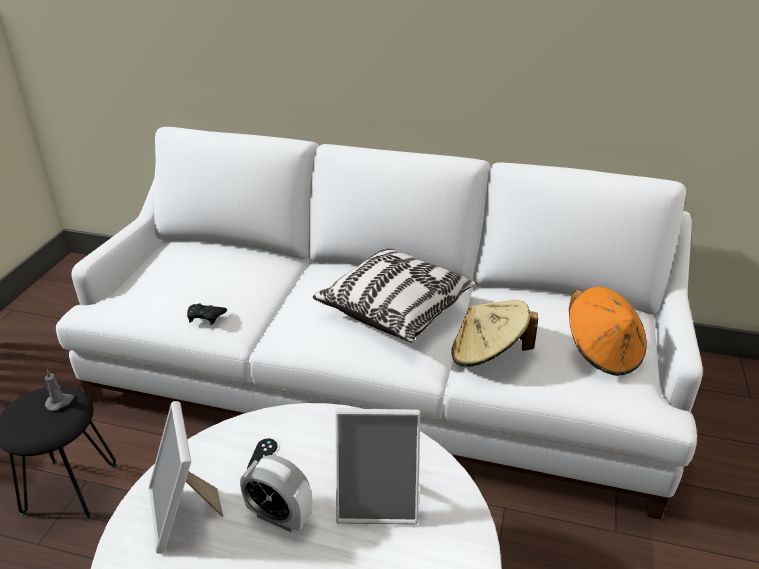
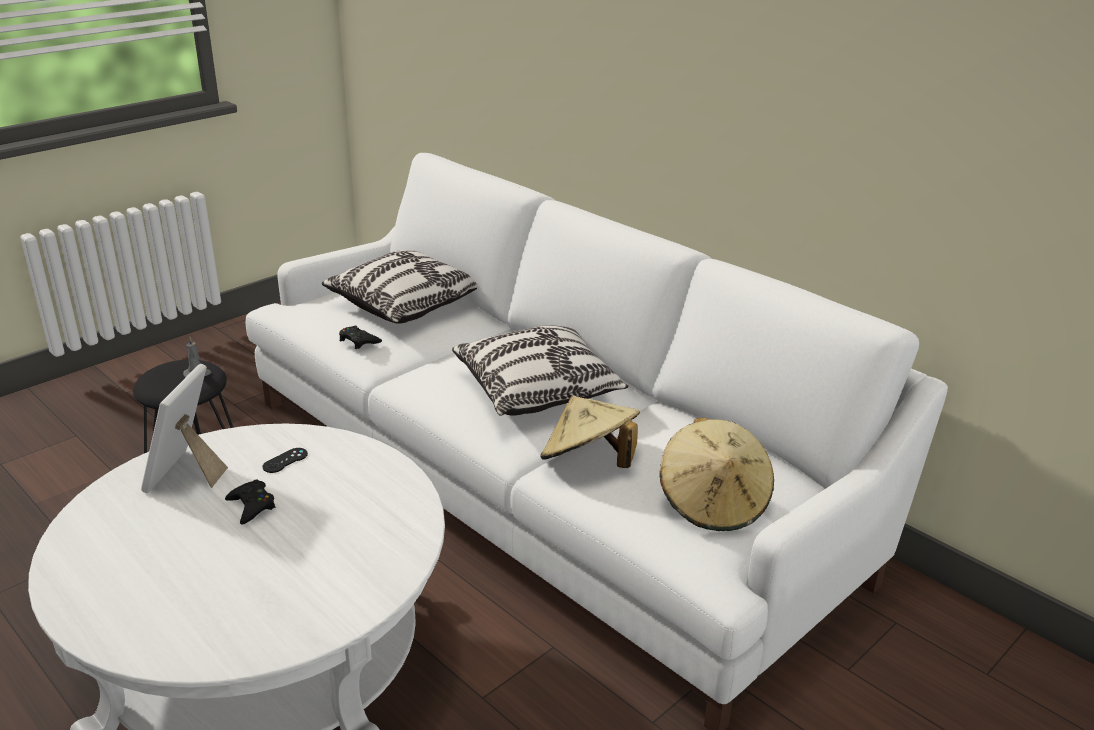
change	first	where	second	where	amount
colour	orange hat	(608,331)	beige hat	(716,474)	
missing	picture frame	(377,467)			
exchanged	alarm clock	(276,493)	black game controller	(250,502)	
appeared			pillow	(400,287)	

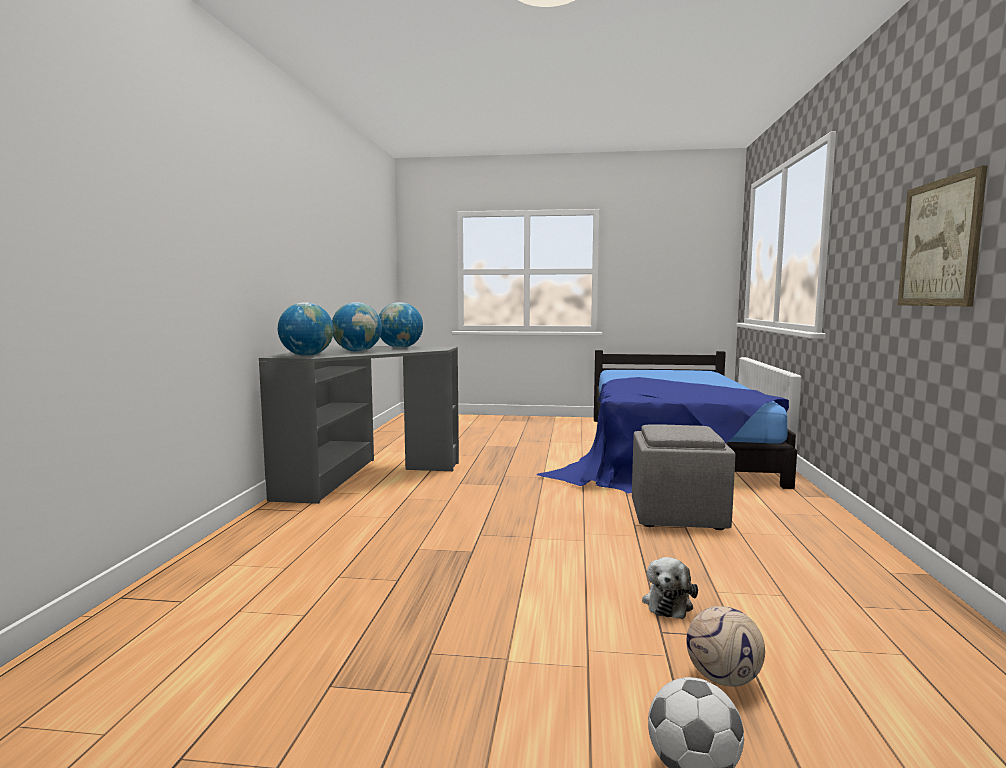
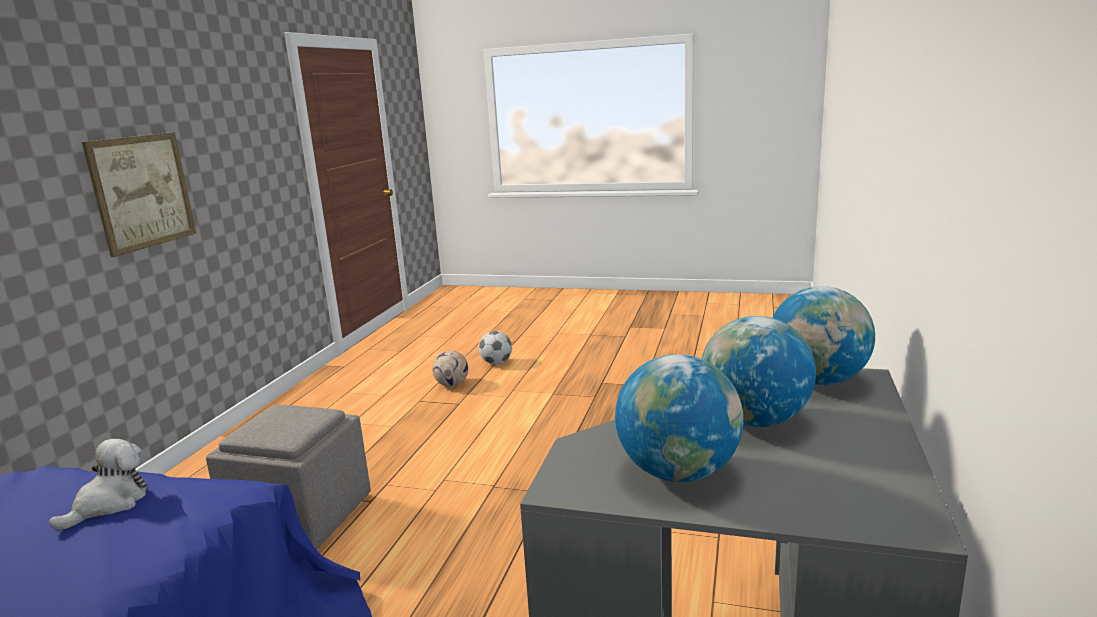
change	first	where	second	where	amount
relocated	plush toy	(670,588)		(98,484)	

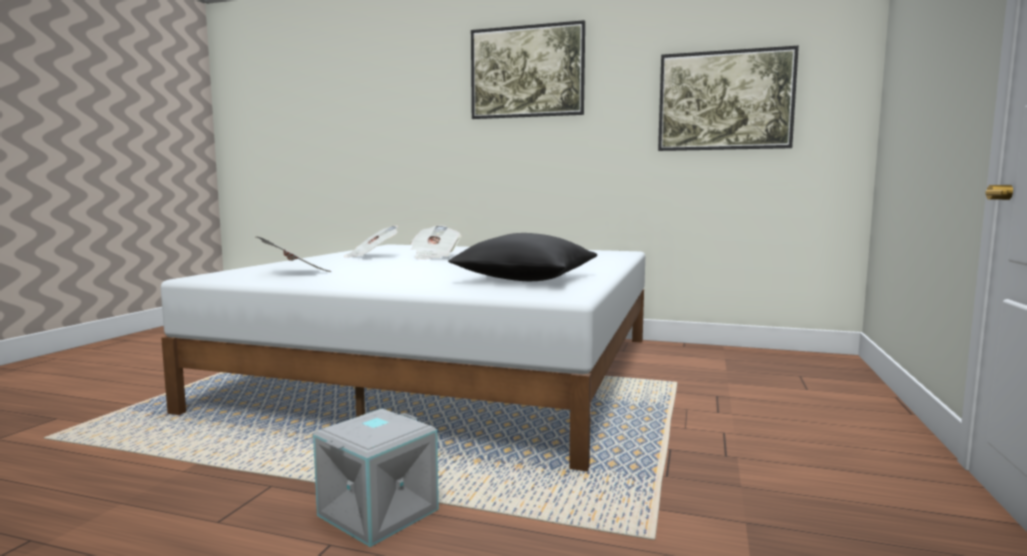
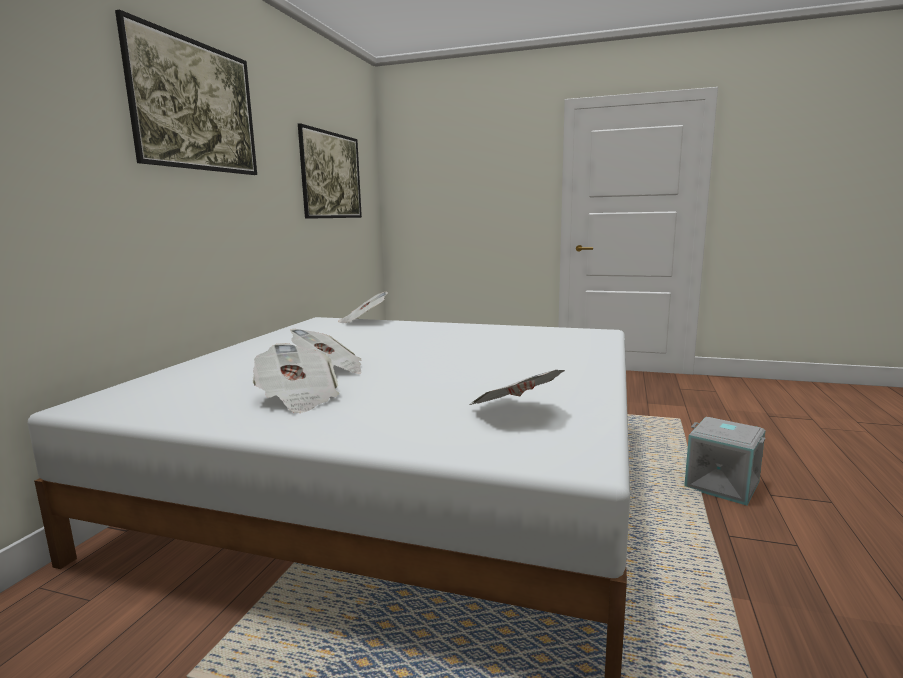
change	first	where	second	where	amount
missing	black pillow	(522,257)			
appeared			newspaper	(363,307)	

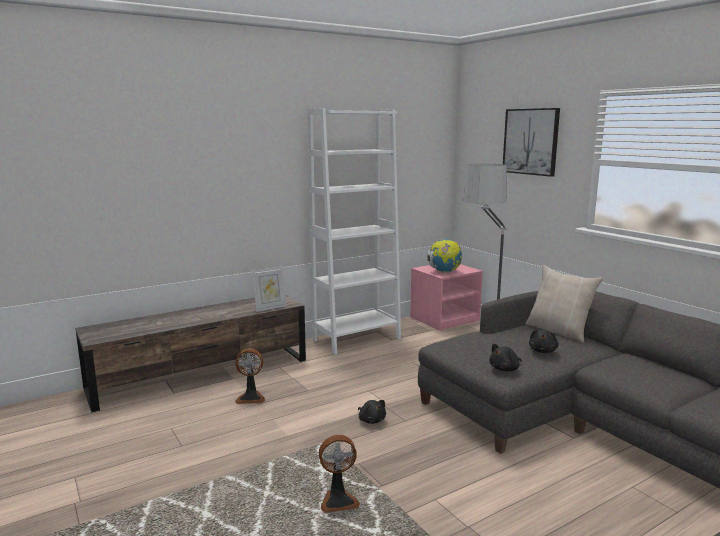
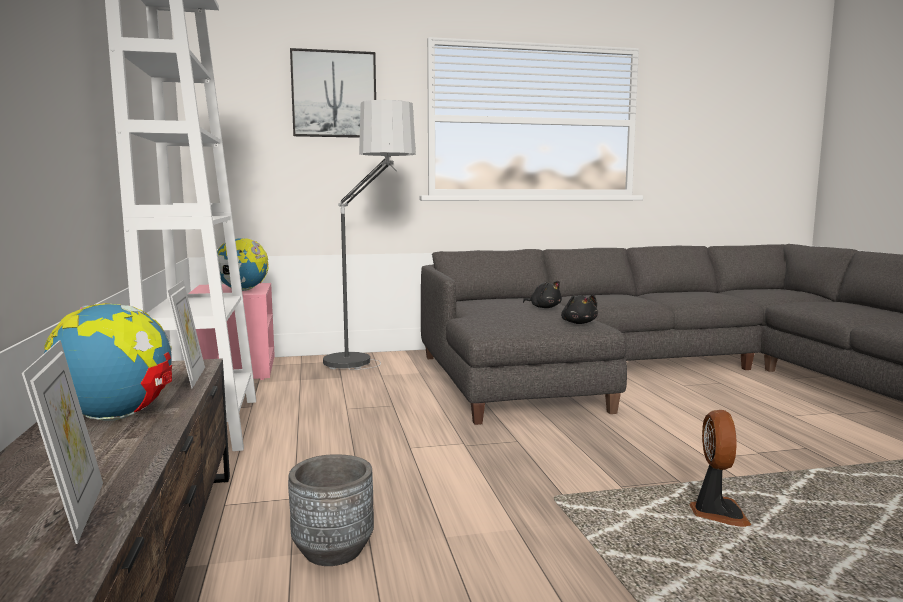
change	first	where	second	where	amount
missing	beige pillow	(564,304)			
exchanged	fan	(250,376)	grey planter	(331,510)	
missing	black plush toy	(372,412)			
appeared			globe	(108,362)	
appeared			picture frame	(62,442)	

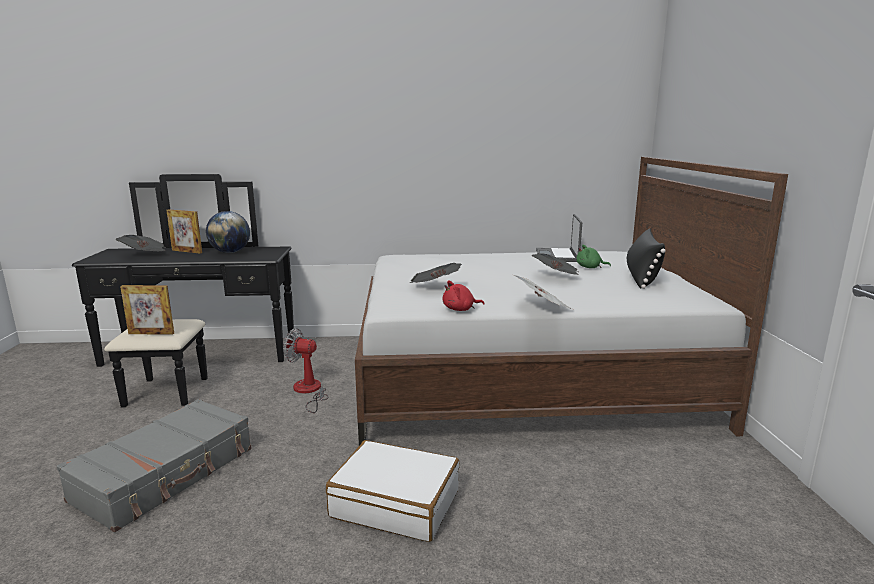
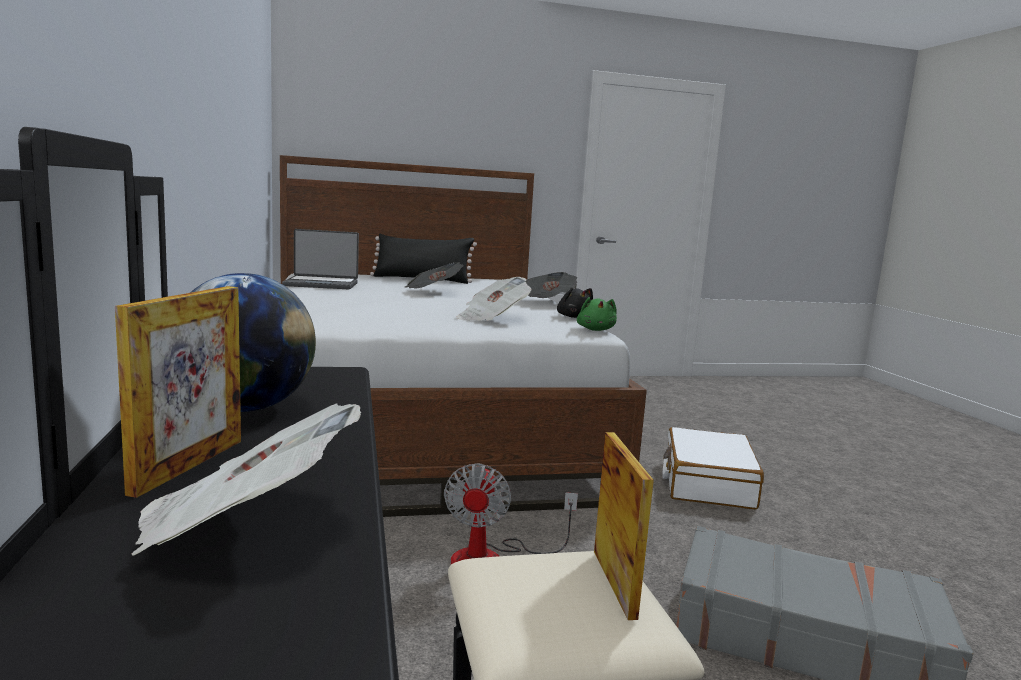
change	first	where	second	where	amount
relocated	green plush toy	(593,256)		(597,314)	
colour	red plush toy	(463,296)	black plush toy	(575,303)	

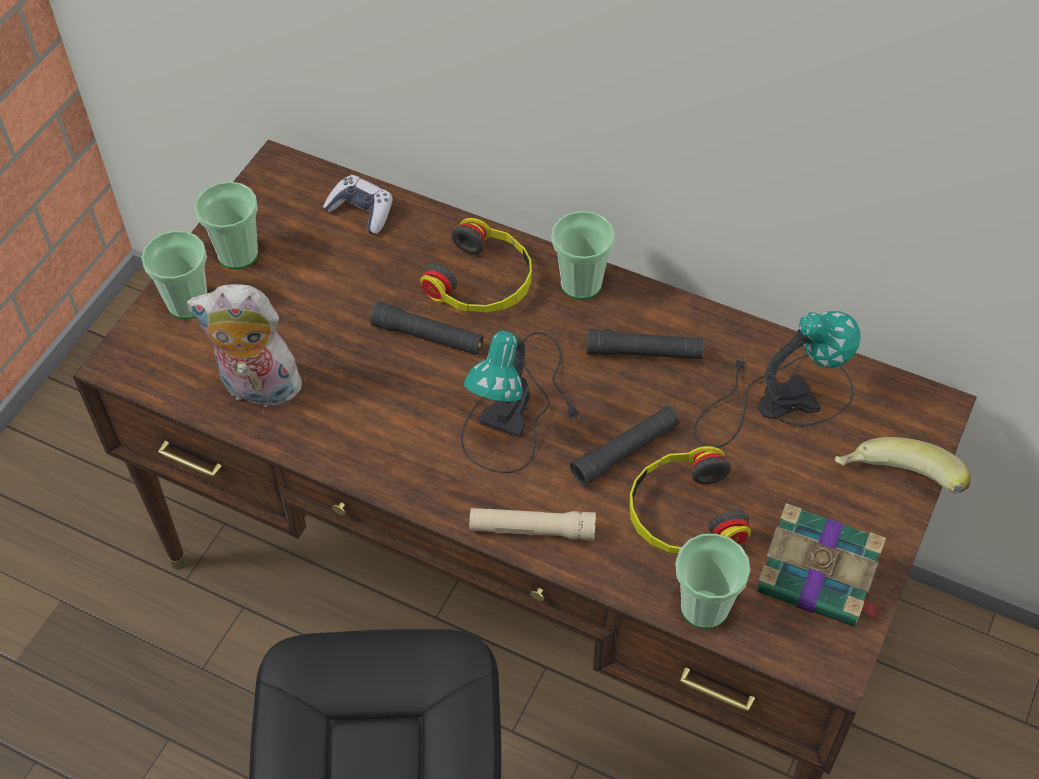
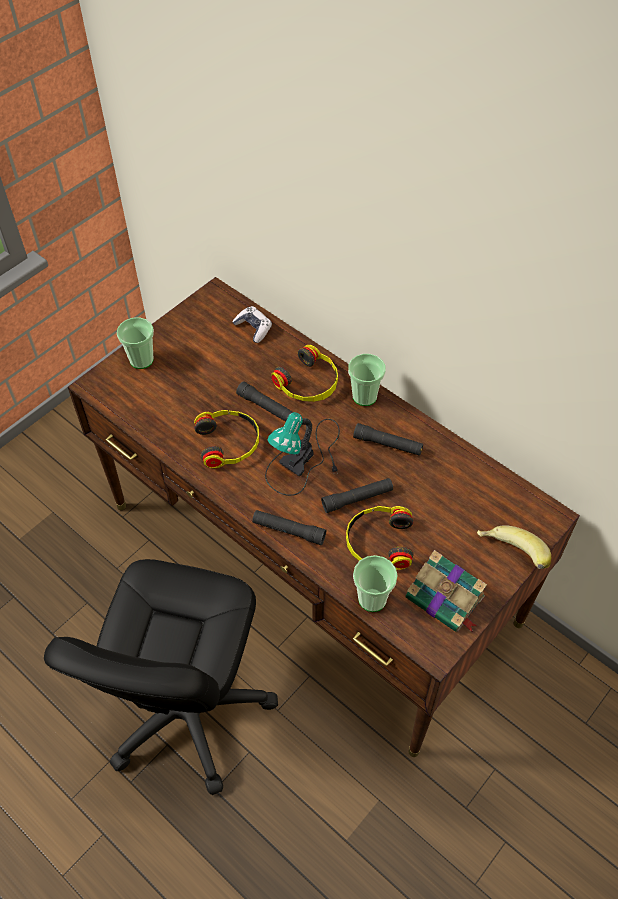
change	first	where	second	where	amount
missing	cup	(226,225)			
missing	plush toy	(246,348)			
missing	table lamp	(777,379)			
colour	beige flashlight	(532,524)	black flashlight	(289,527)	
appeared			headphones	(226,439)	

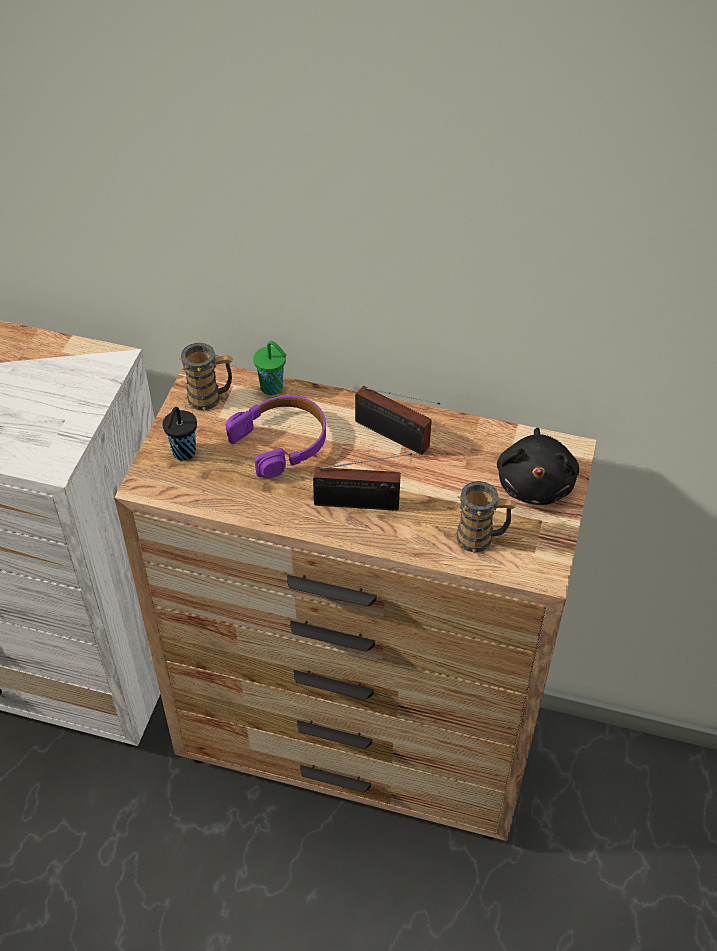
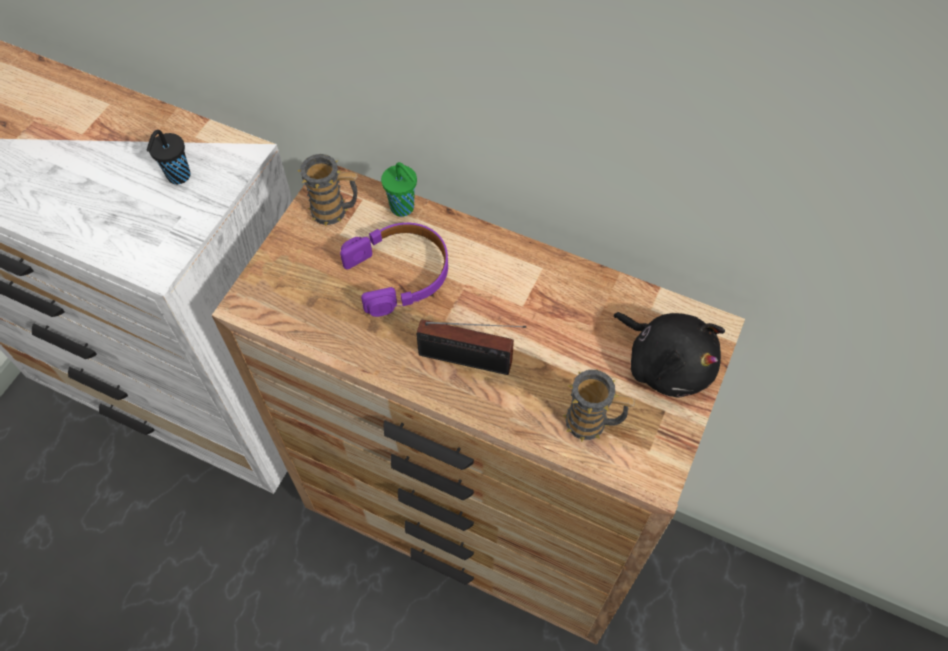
change	first	where	second	where	amount
missing	radio	(397,420)			
relocated	black cup	(180,434)		(168,157)	
spun	black plush toy	(538,466)		(669,355)	60 degrees counterclockwise

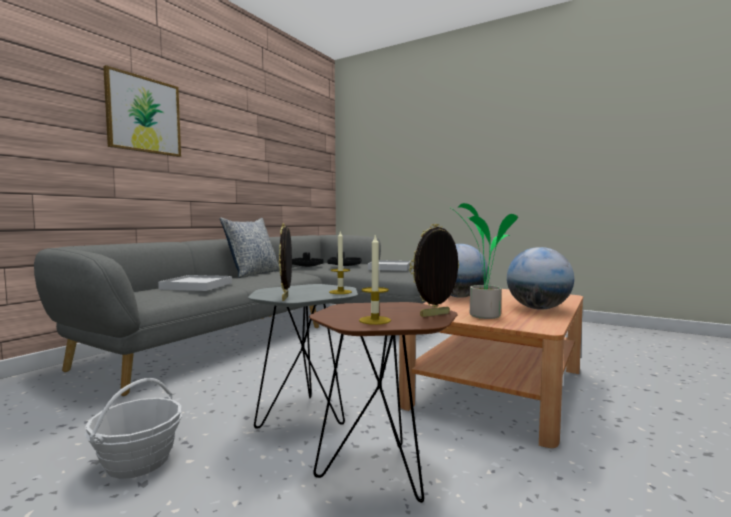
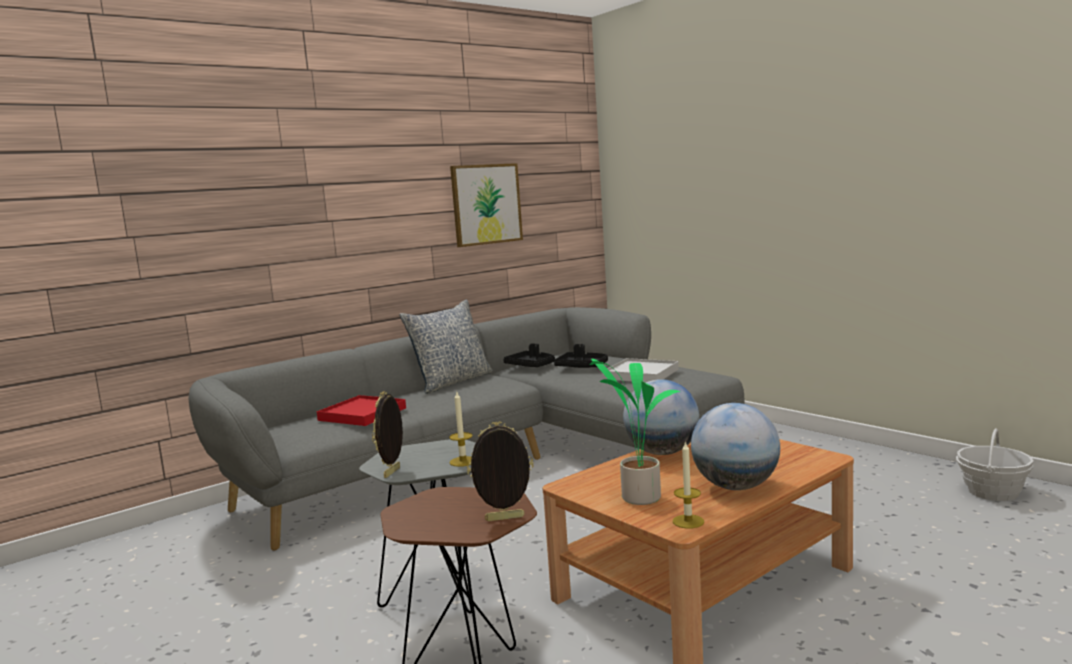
change	first	where	second	where	amount
relocated	picture	(142,111)		(486,205)	
relocated	candle	(375,280)		(688,484)	
colour	white tray	(195,283)	red tray	(361,410)	
relocated	basket	(133,428)		(995,464)	

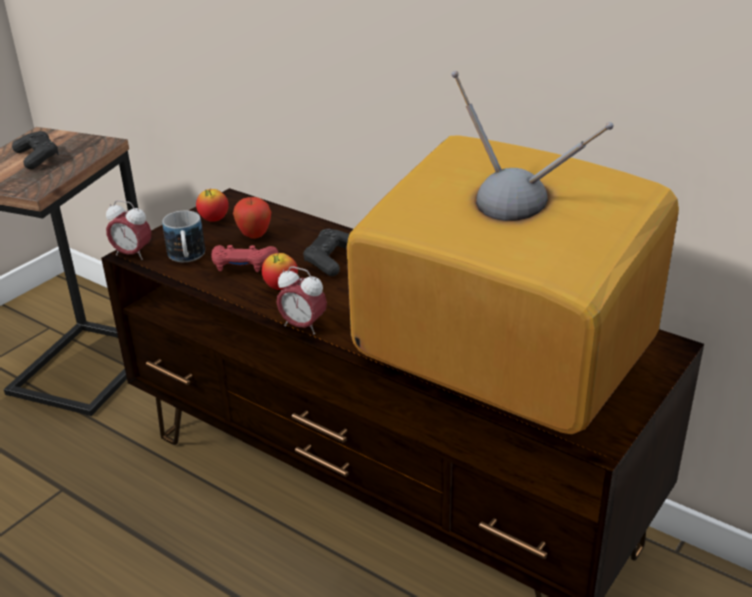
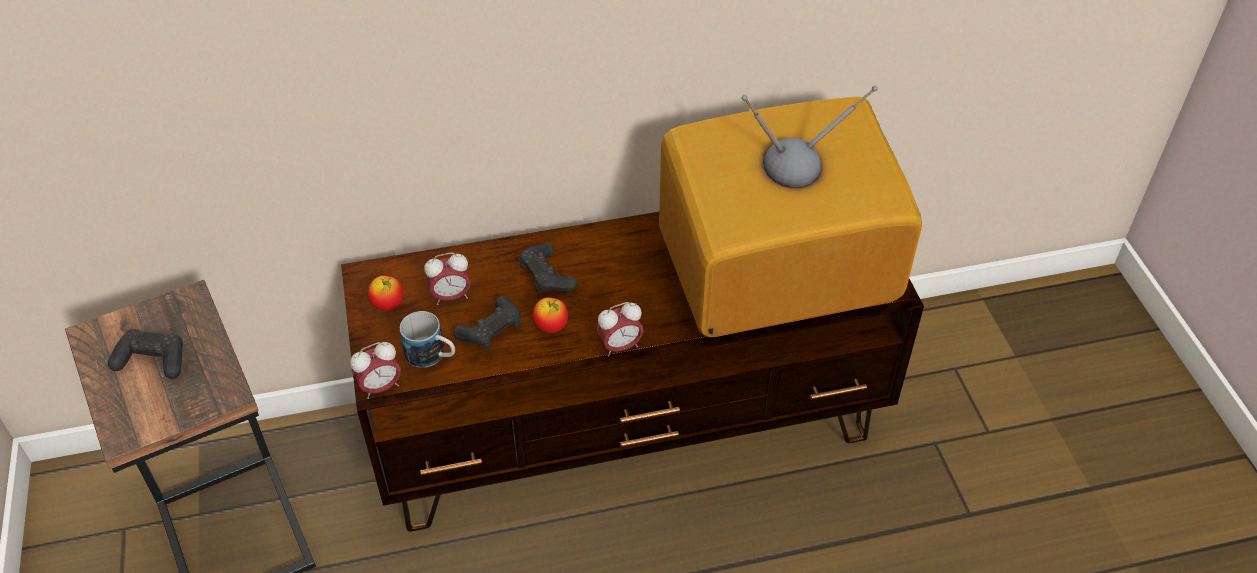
change	first	where	second	where	amount
exchanged	apple	(252,218)	alarm clock	(447,279)	
colour	red game controller	(245,258)	black game controller	(487,322)	

